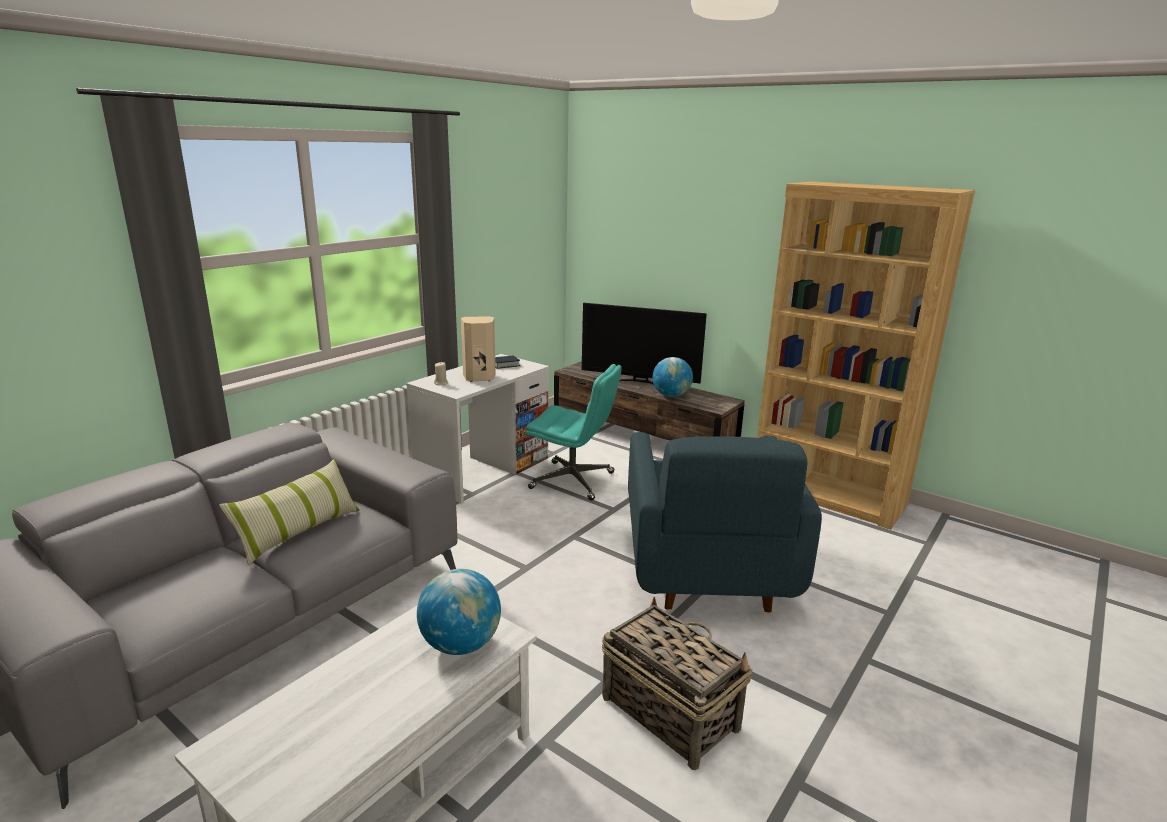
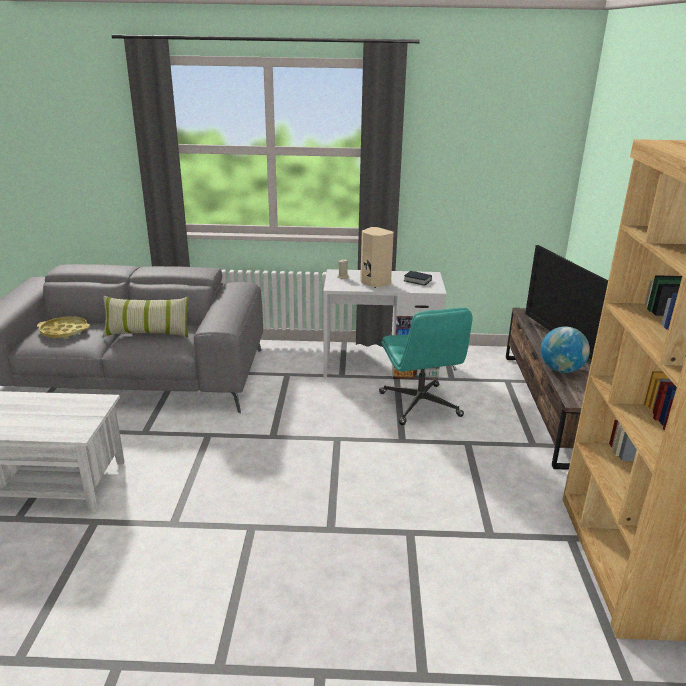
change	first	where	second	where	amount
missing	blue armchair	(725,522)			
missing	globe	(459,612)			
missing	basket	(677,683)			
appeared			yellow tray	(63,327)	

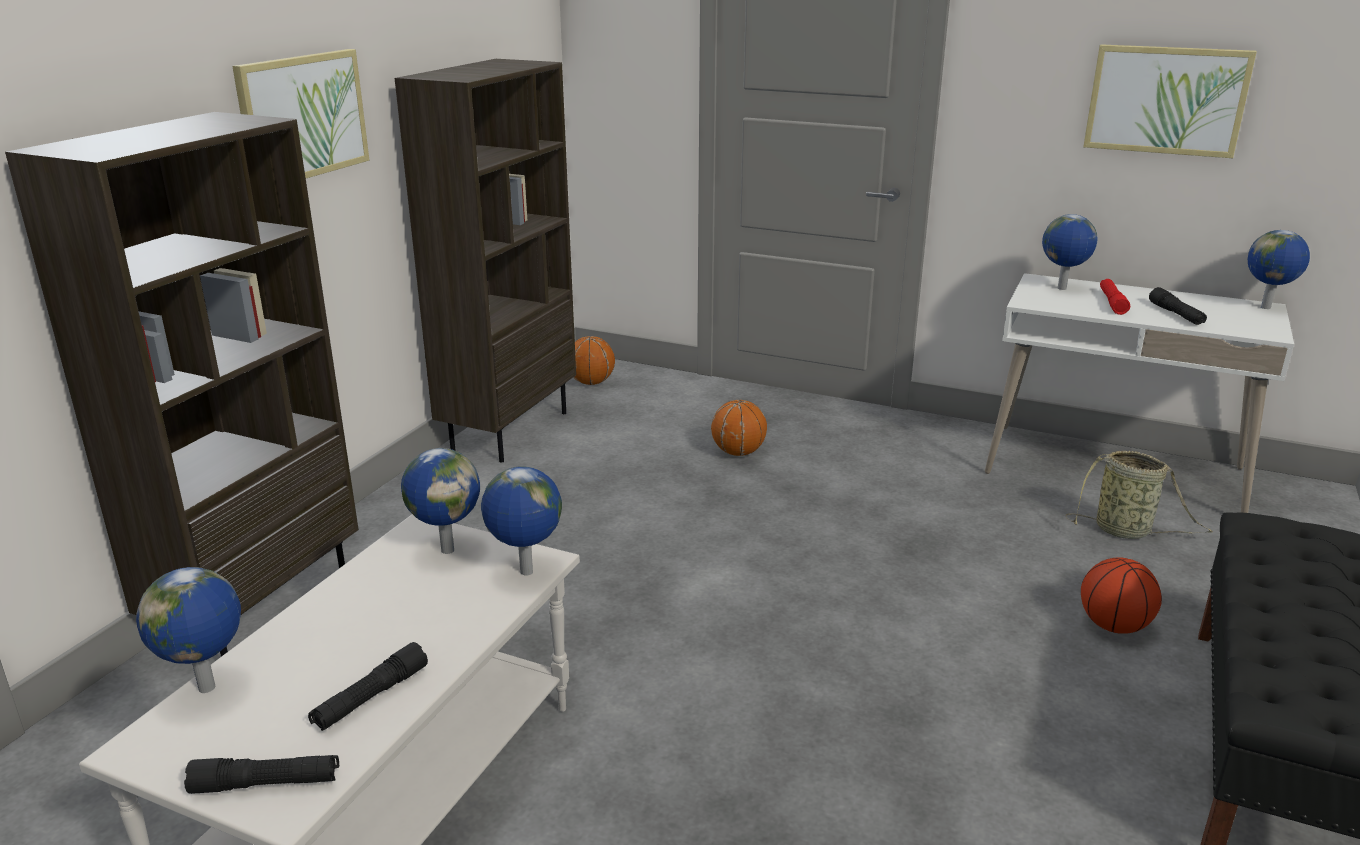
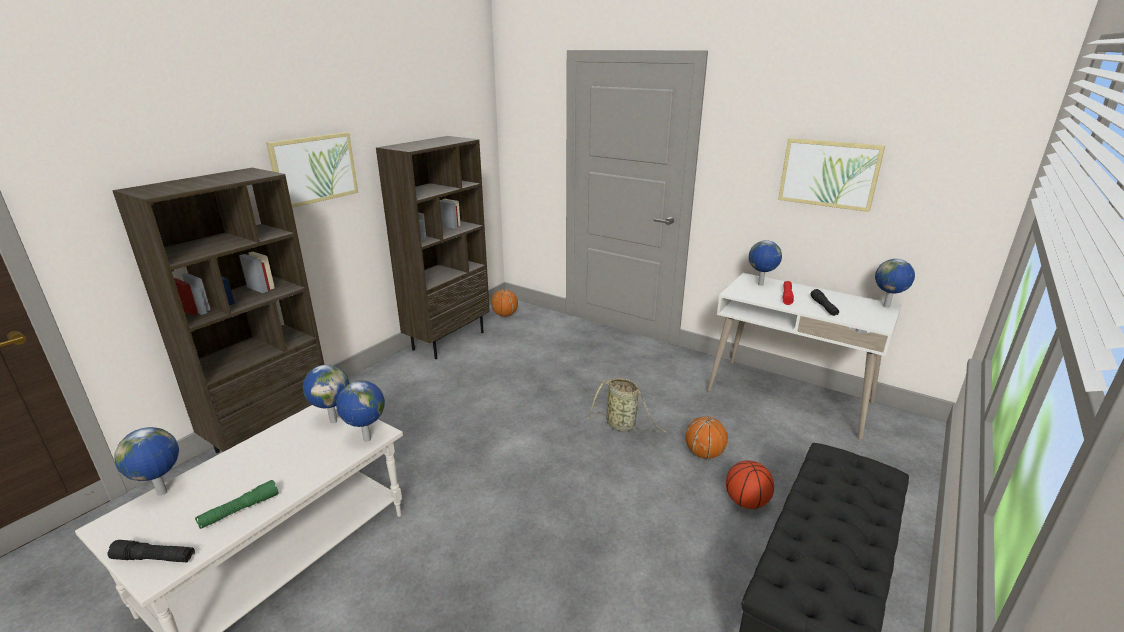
change	first	where	second	where	amount
relocated	basketball	(739,428)		(706,437)	
relocated	basket	(1139,495)		(627,405)	
colour	black flashlight	(368,686)	green flashlight	(236,504)	

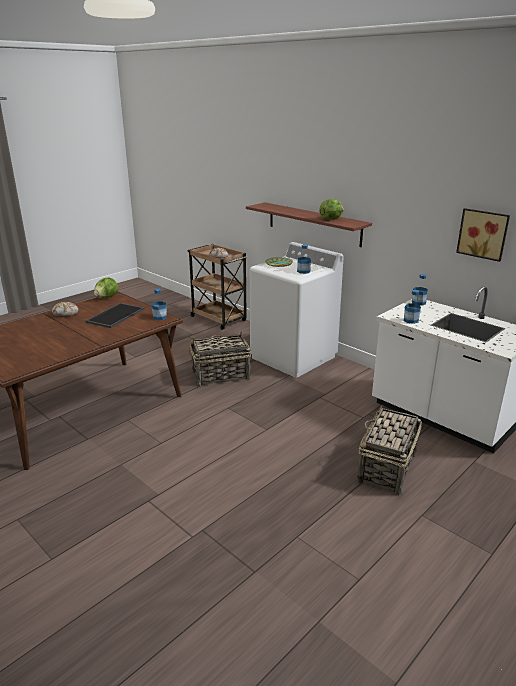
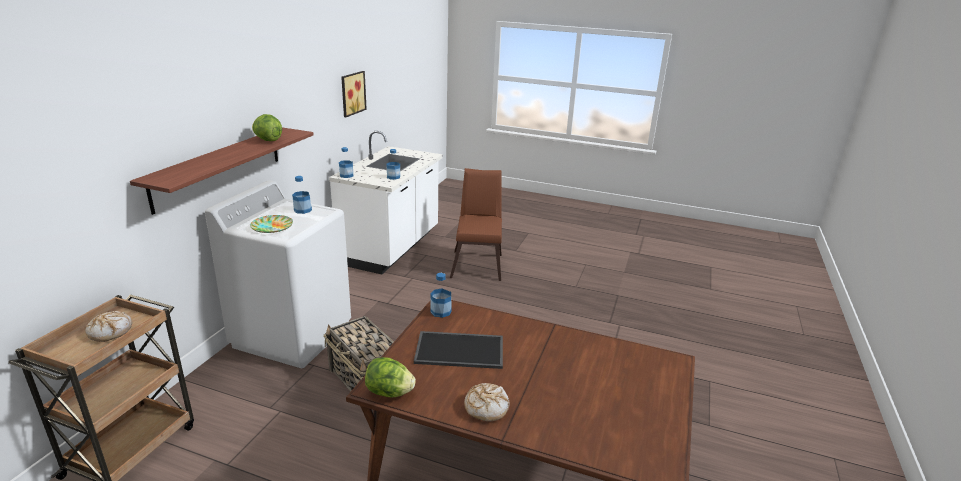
change	first	where	second	where	amount
exchanged	basket	(389,449)	brown chair	(476,224)	

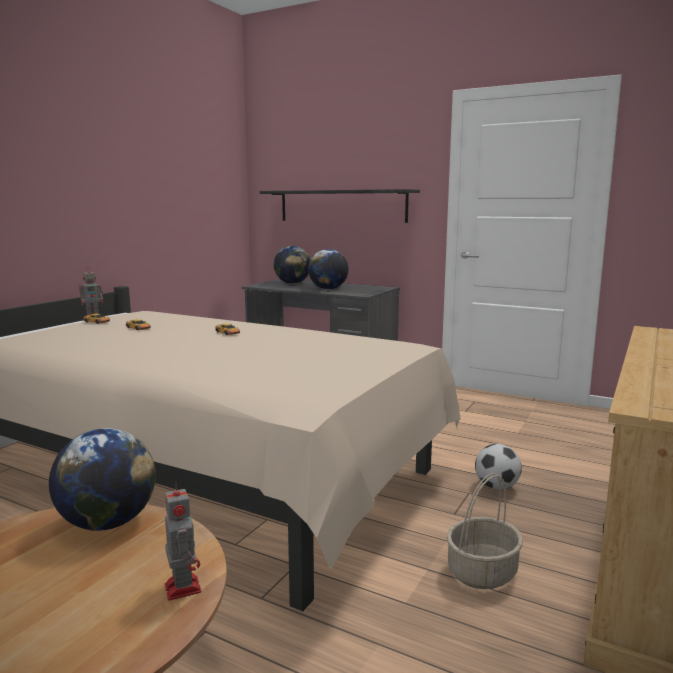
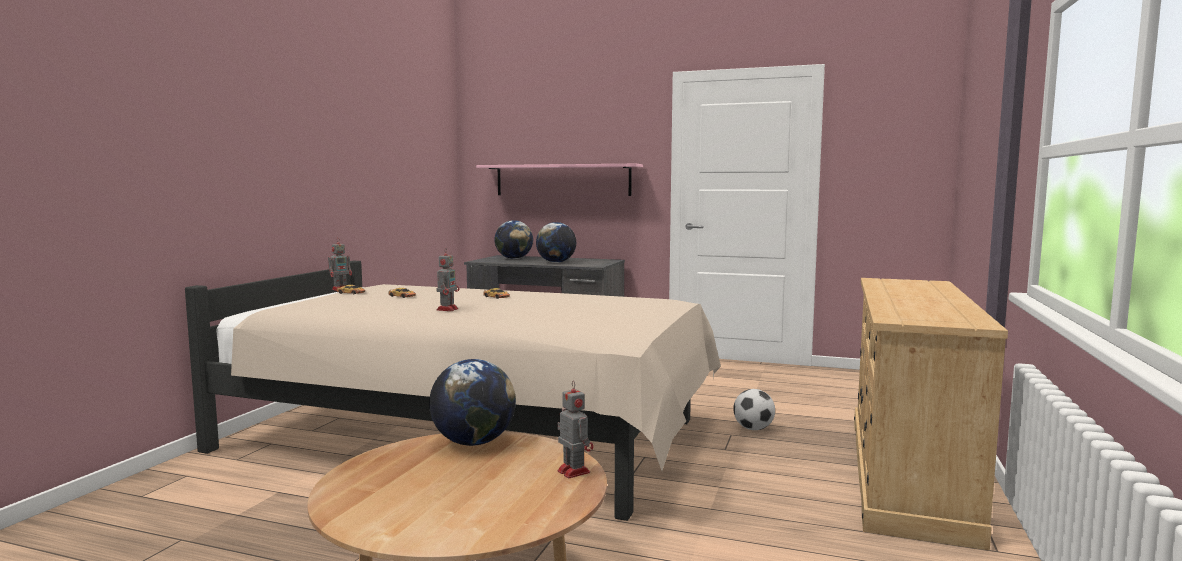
change	first	where	second	where	amount
colour	black shelf	(340,206)	pink shelf	(559,180)	
missing	basket	(485,531)			
appeared			toy robot	(448,279)	

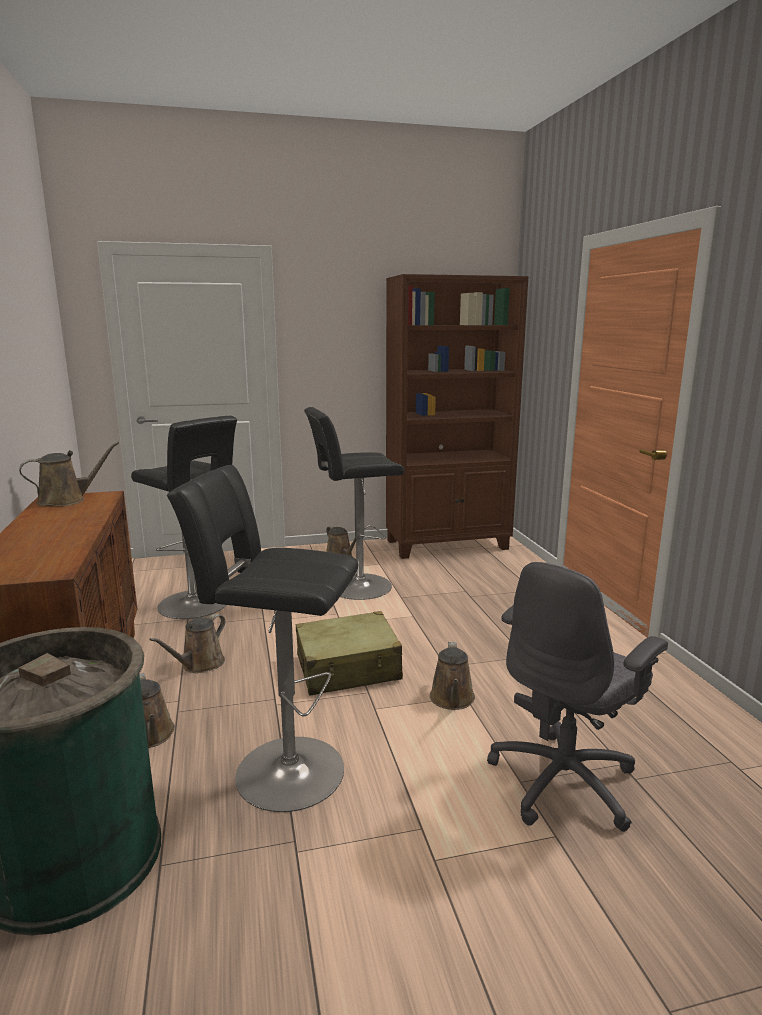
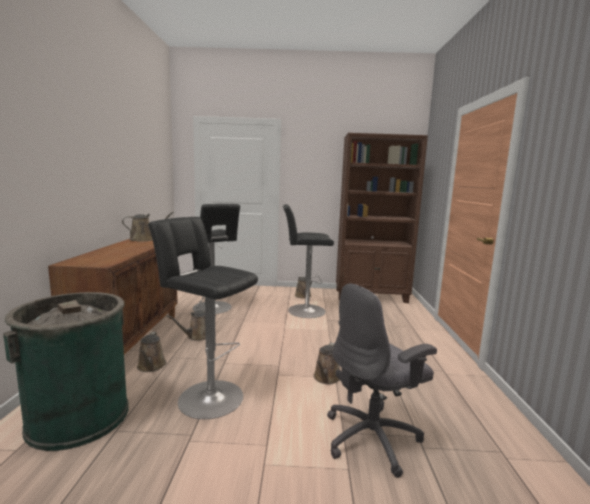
change	first	where	second	where	amount
missing	beige suitcase	(349,653)			

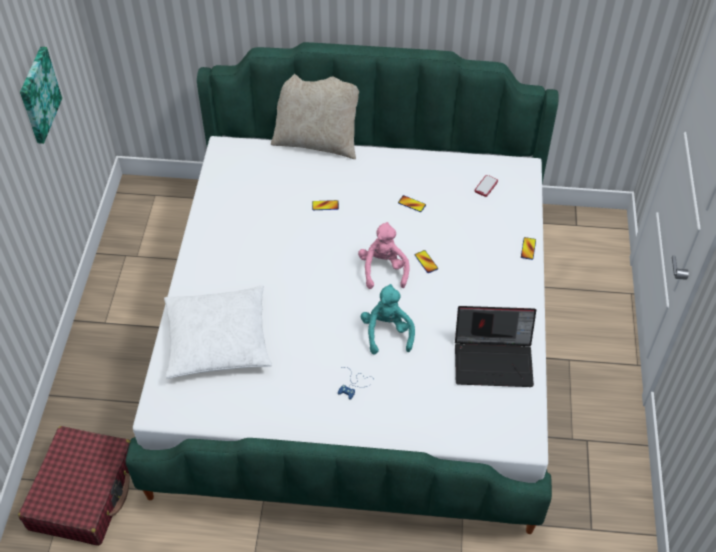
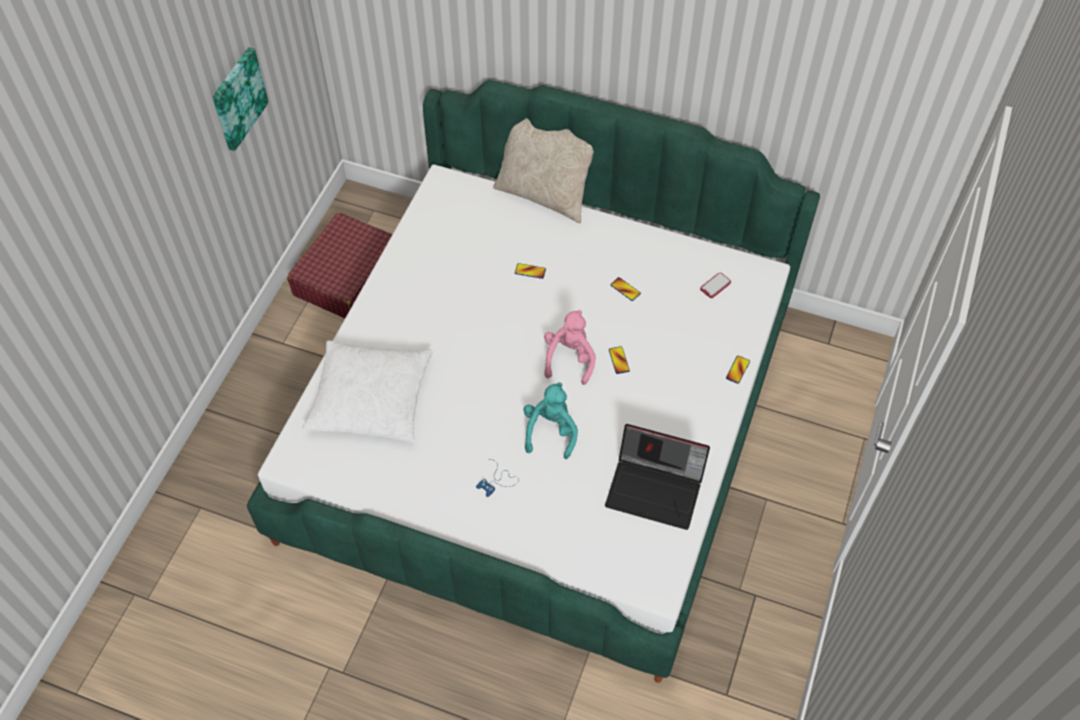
change	first	where	second	where	amount
relocated	red suitcase	(74,486)		(340,265)	

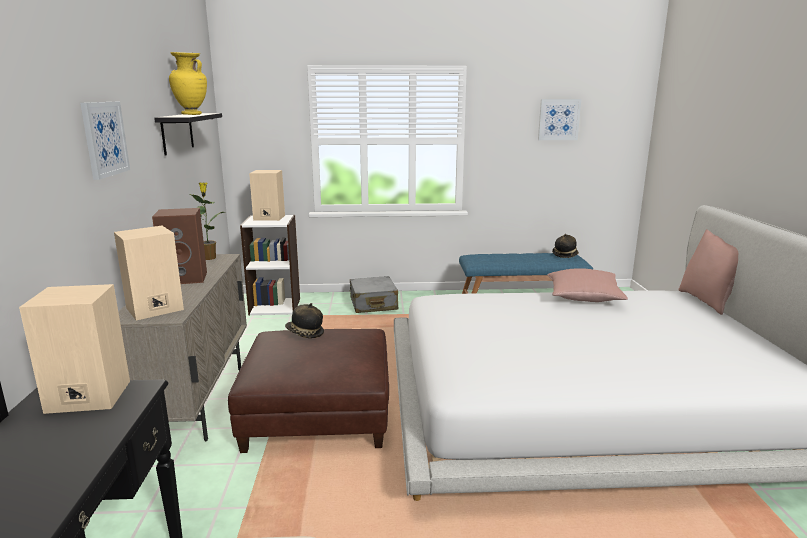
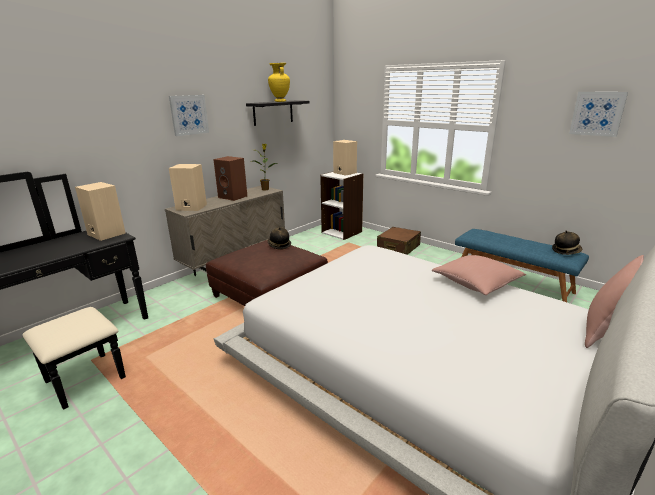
change	first	where	second	where	amount
colour	grey suitcase	(373,294)	brown suitcase	(399,241)	

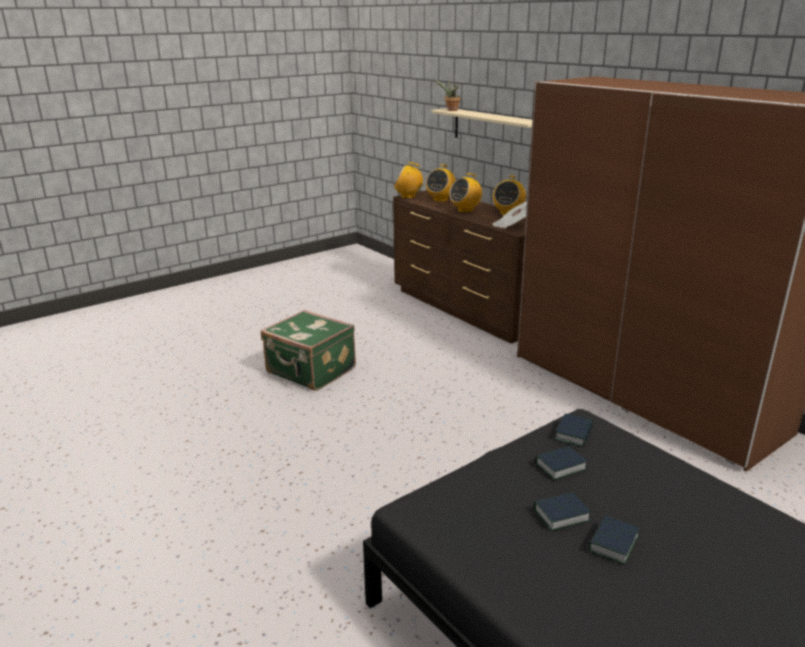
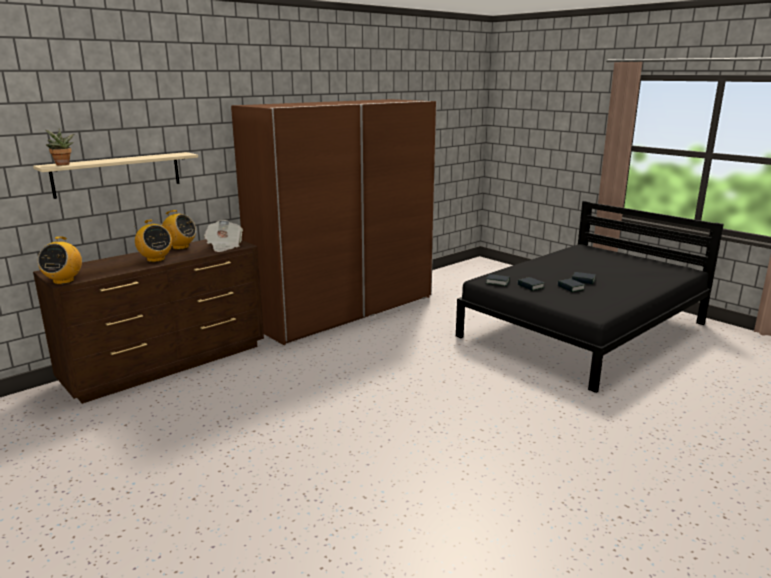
change	first	where	second	where	amount
missing	radio	(441,183)			
missing	green suitcase	(308,350)			

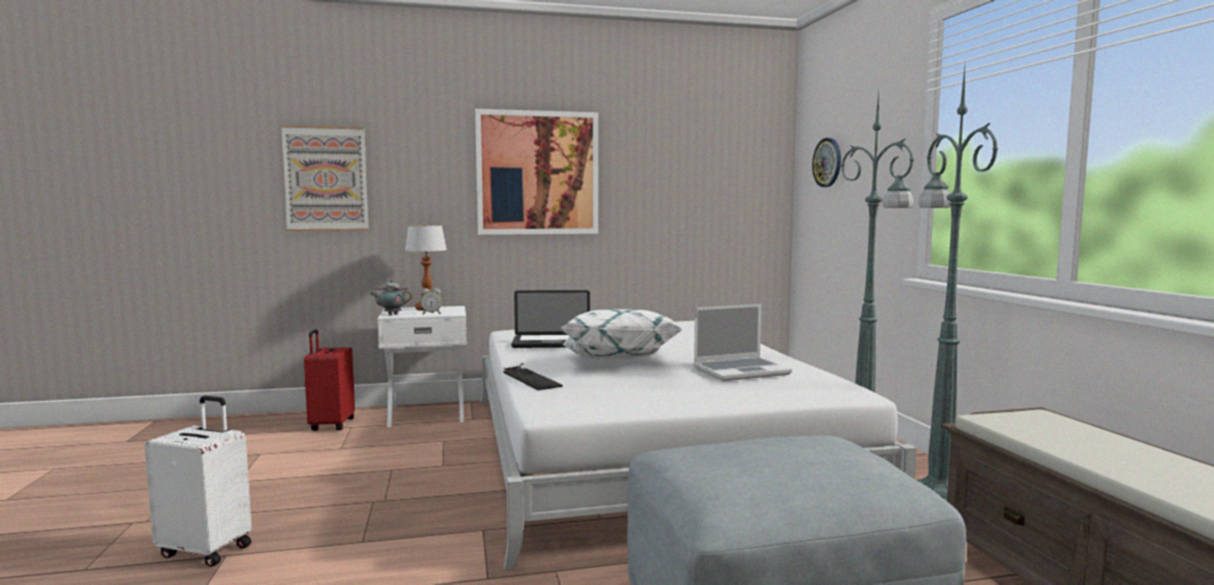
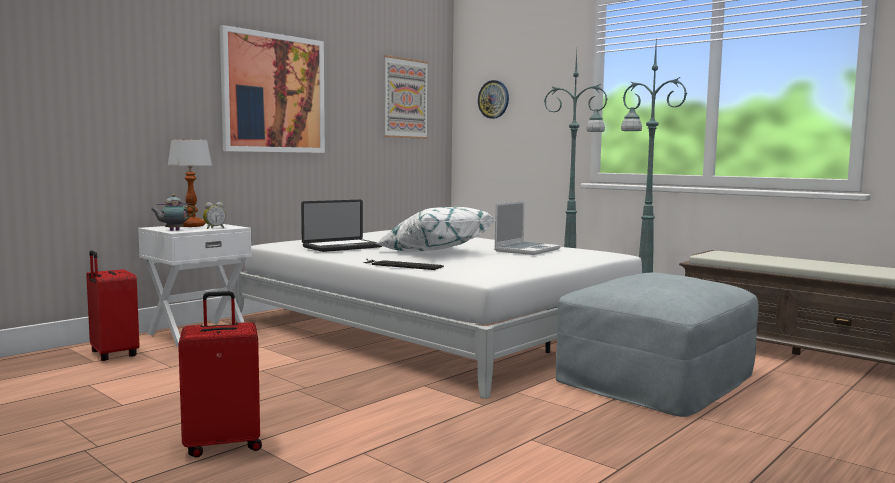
change	first	where	second	where	amount
relocated	picture	(325,178)		(406,97)	
colour	white suitcase	(198,481)	red suitcase	(220,374)	

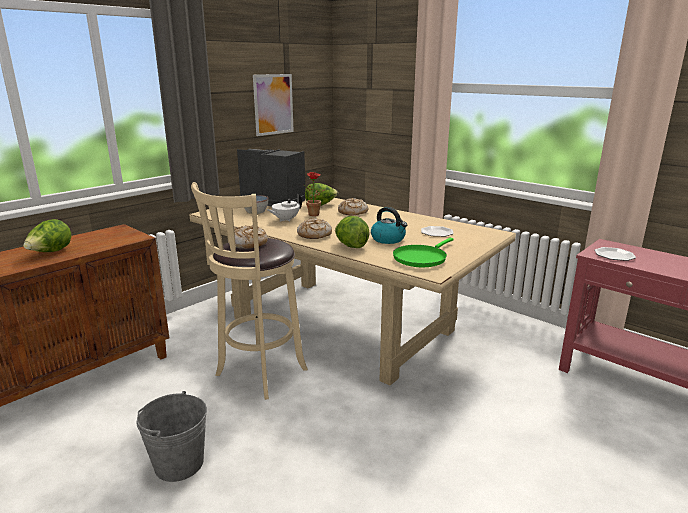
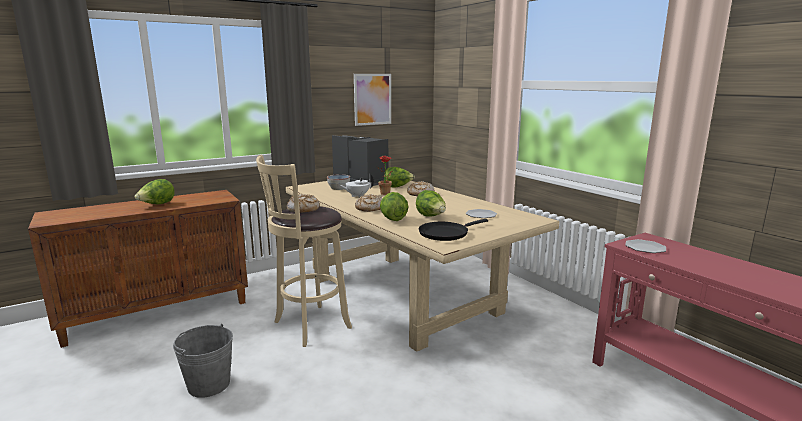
change	first	where	second	where	amount
exchanged	kettle	(389,225)	lettuce	(431,203)	
colour	green frying pan	(423,252)	black frying pan	(453,230)	

